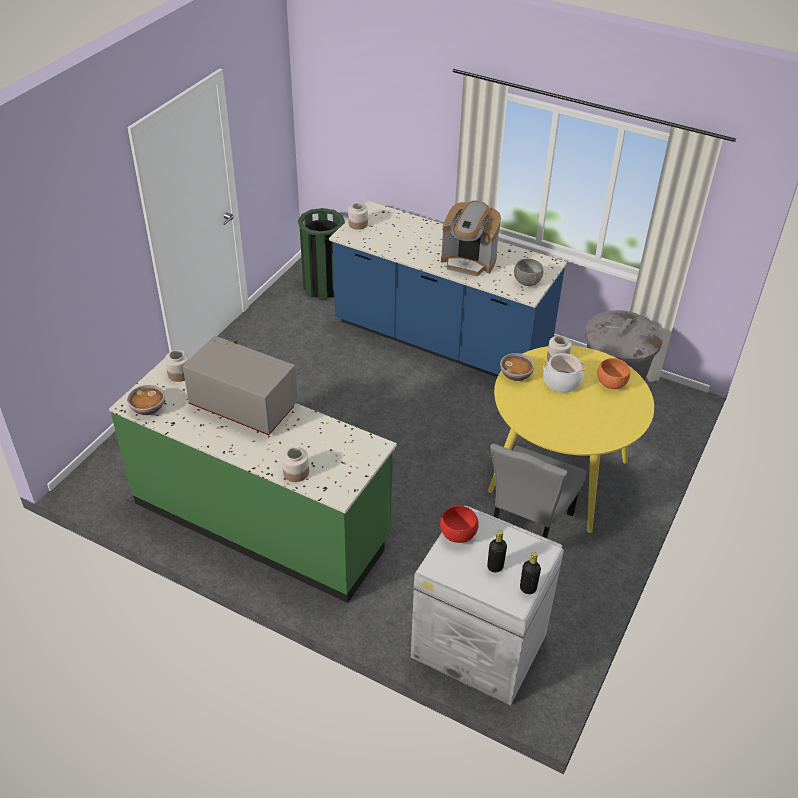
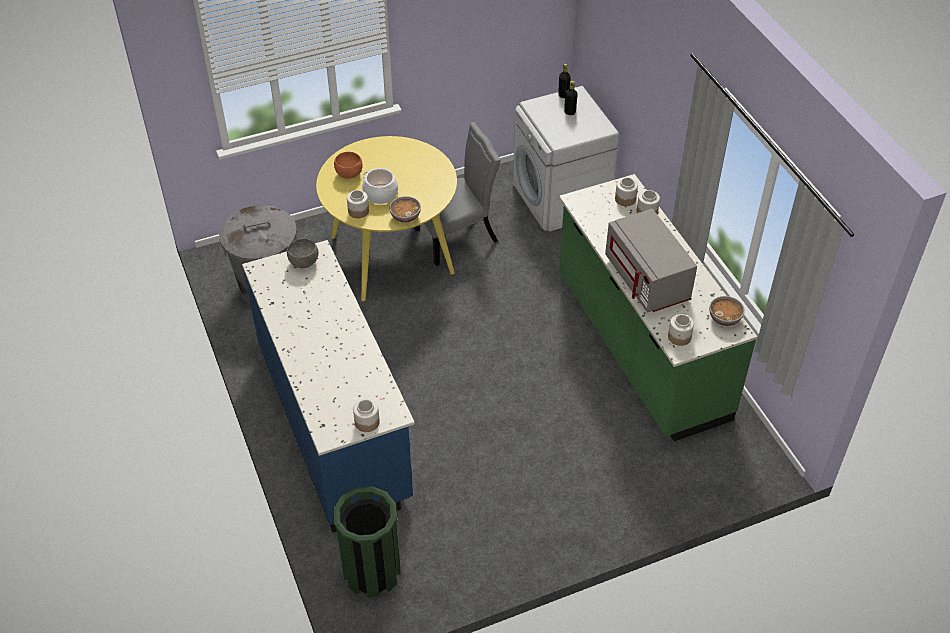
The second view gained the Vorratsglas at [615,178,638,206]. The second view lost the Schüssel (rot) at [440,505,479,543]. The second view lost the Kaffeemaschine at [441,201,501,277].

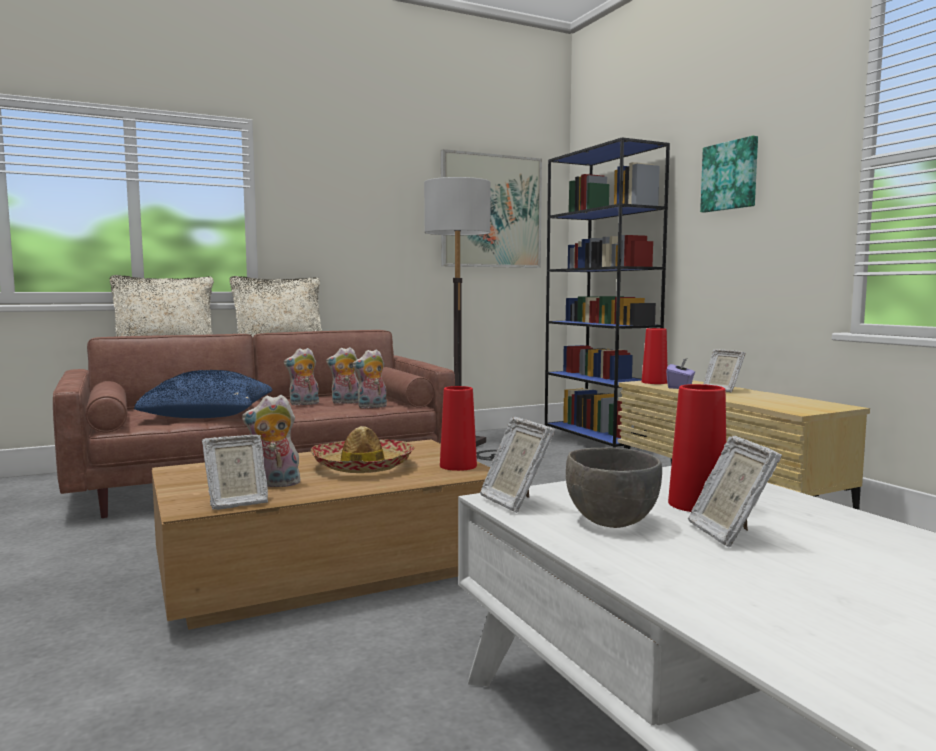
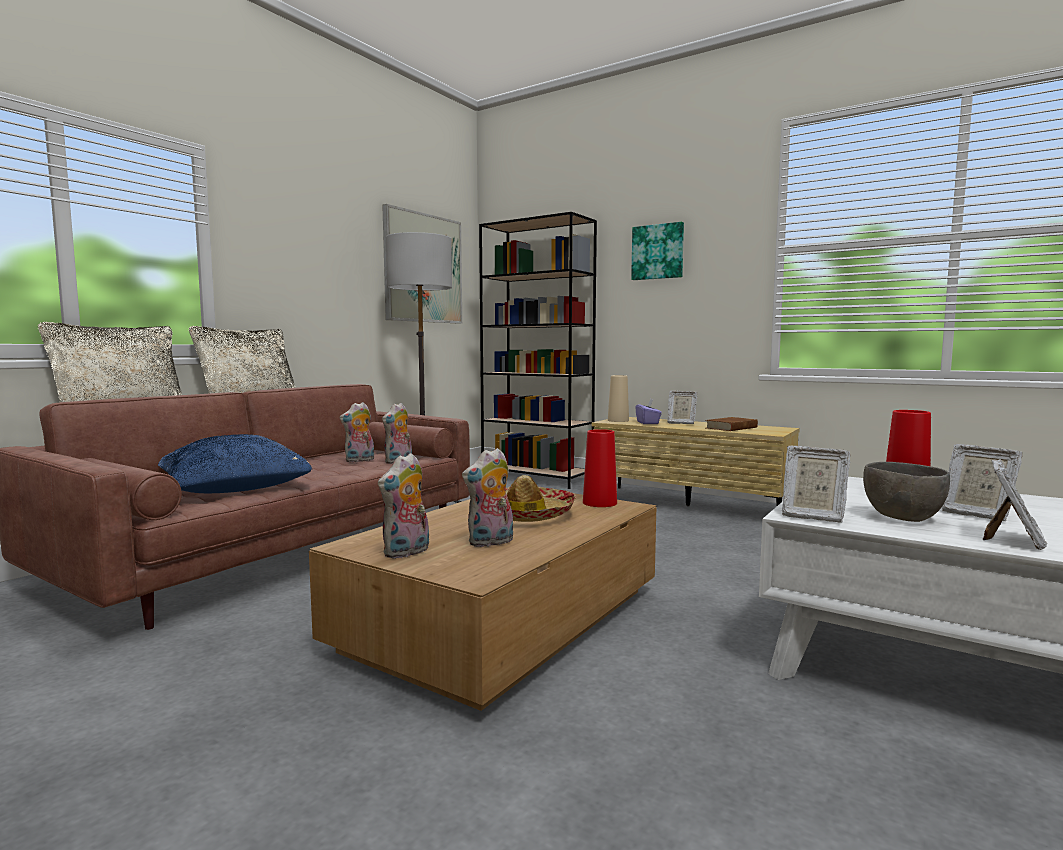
The Plüschtier ended up elsewhere, having gone from [284,348,319,406] to [378,453,429,559]. What was the Bücherregal (blau) at [545,137,670,448] turned into the Bücherregal (beige) at [479,212,597,489]. What was the Vase (rot) at [642,328,668,384] turned into the Vase (beige) at [608,375,629,422]. The second view gained the Buch (braun) at [706,417,758,431]. The Bilderrahmen ended up elsewhere, having gone from [202,434,268,510] to [983,459,1047,550].

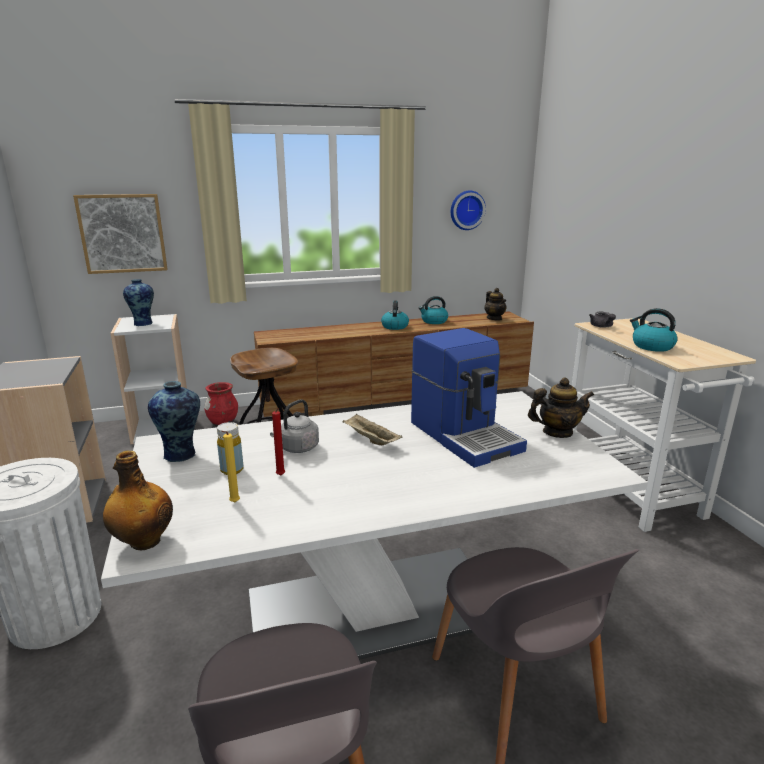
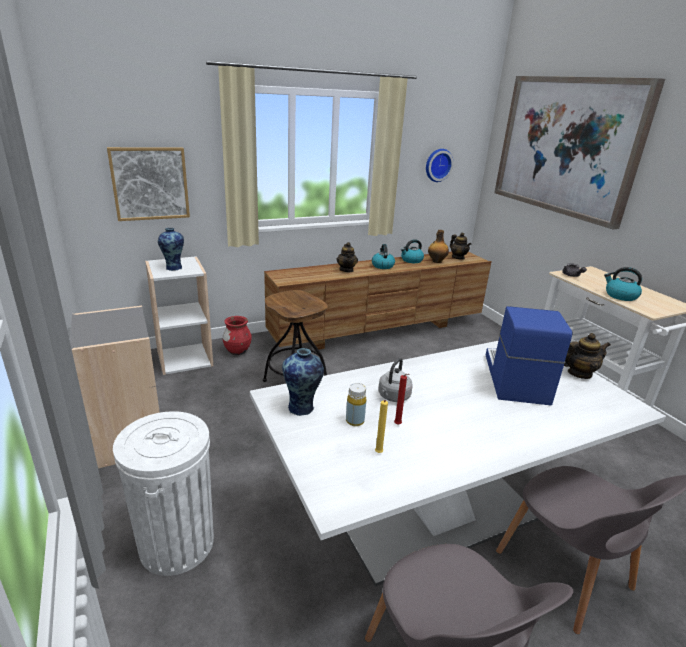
The second view gained the Teekanne at [336,242,358,272]. The Flasche ended up elsewhere, having gone from [103,451,173,550] to [428,230,449,263]. The Kaffeemaschine at [411,328,527,468] ended up facing another way, 135 degrees counterclockwise from before. The second view gained the Bild at [494,76,665,229]. The second view lost the Tablett (beige) at [343,414,402,445].

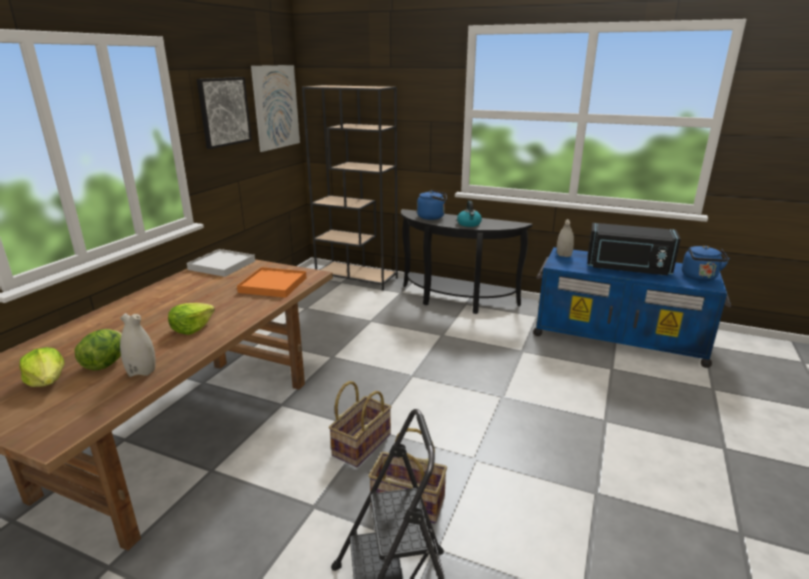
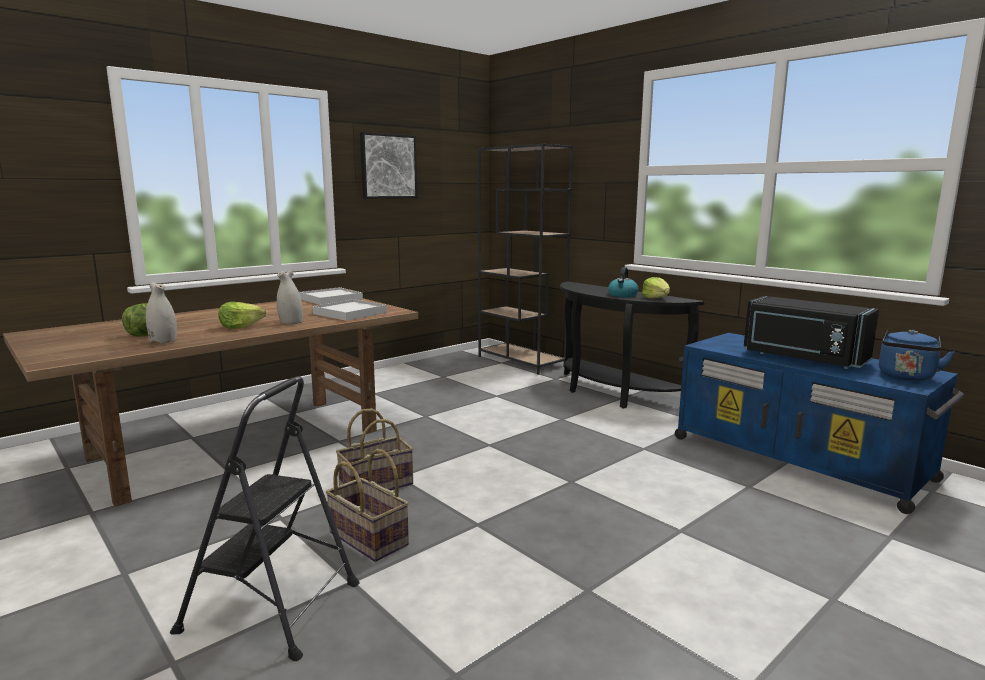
The Vase (weiß) ended up elsewhere, having gone from [557,219,574,257] to [277,270,303,324]. What was the Tablett (orange) at [237,267,307,298] turned into the Tablett (weiß) at [312,299,387,321]. The Salatkopf ended up elsewhere, having gone from [19,347,64,387] to [642,277,670,299]. The second view lost the Bild at [251,65,300,152]. The second view lost the Wasserkessel (blau) at [417,190,447,220].

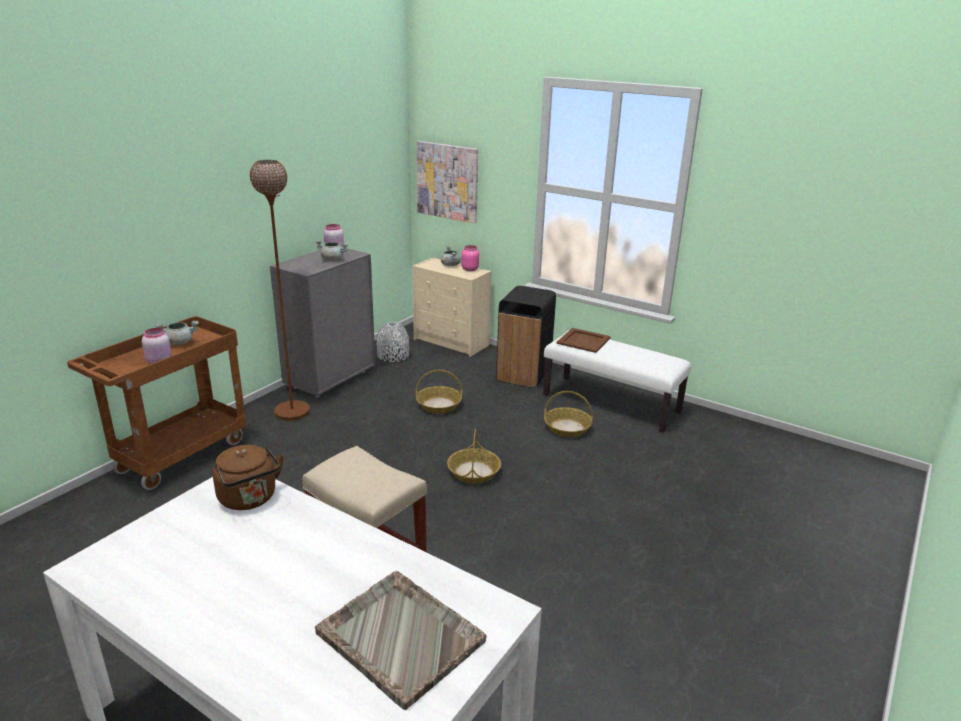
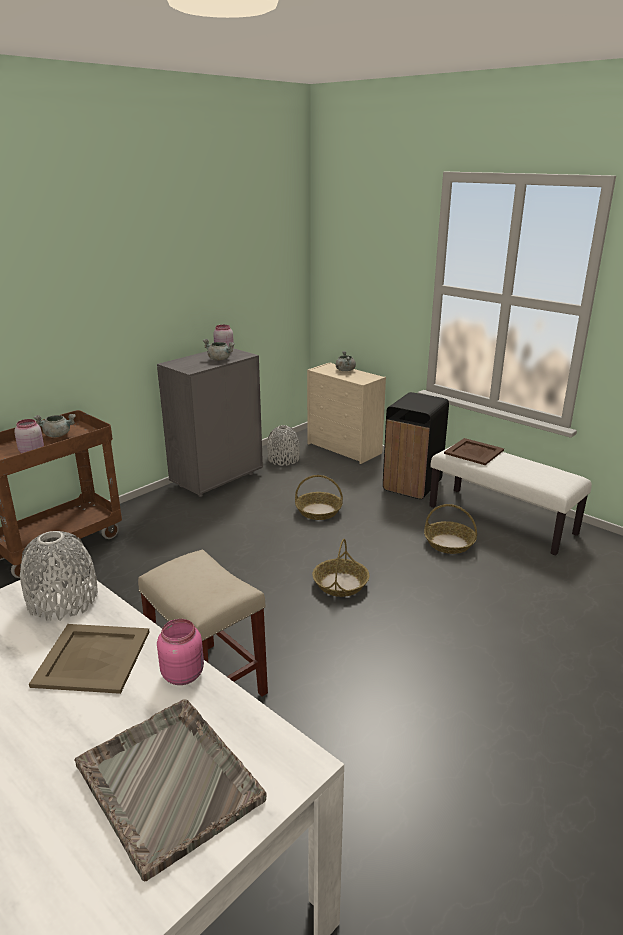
Where the Wasserkessel (braun) stood at [213,445,284,510], the Vase (grau) came to stand at [20,531,98,621]. The second view gained the Tablett (beige) at [29,624,150,694]. The Vorratsglas (rosa) ended up elsewhere, having gone from [462,245,479,271] to [157,619,204,685]. The second view lost the Stehlampe (braun) at [250,160,310,421]. The second view lost the Bild at [417,141,478,224].

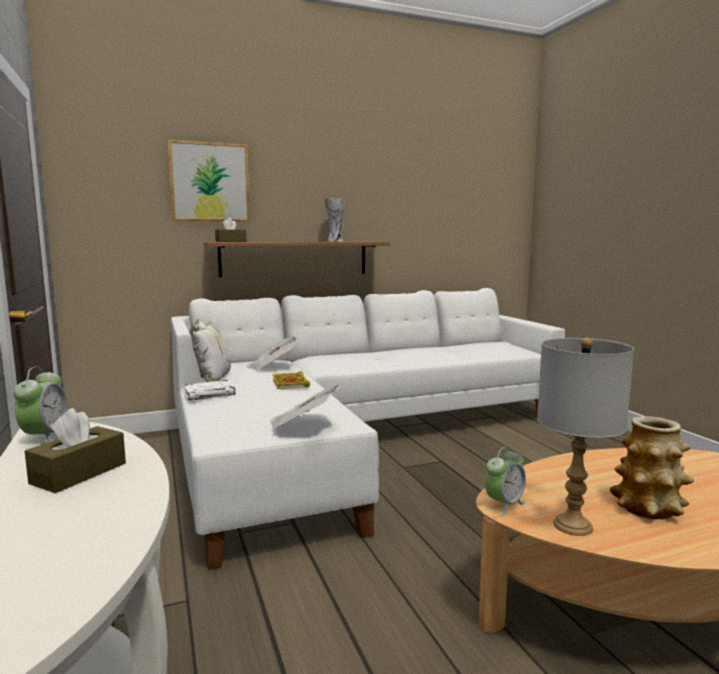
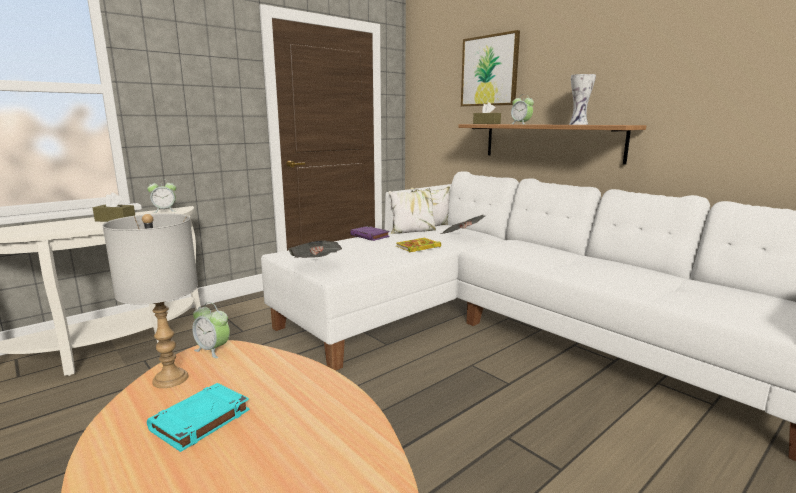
Where the Vase stood at [610,416,694,519], the Buch (türkis) came to stand at [147,383,250,452]. What was the Buch (weiß) at [183,380,235,400] turned into the Buch (lila) at [350,226,390,241]. The second view gained the Wecker at [511,94,534,124].

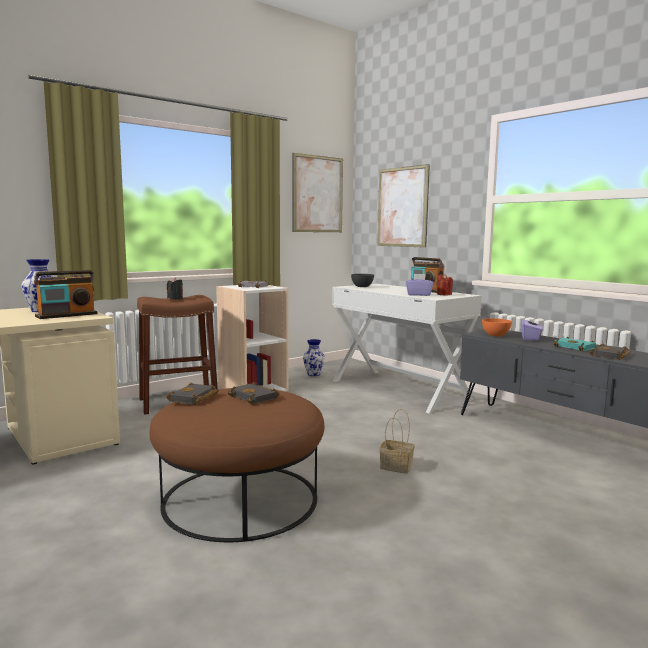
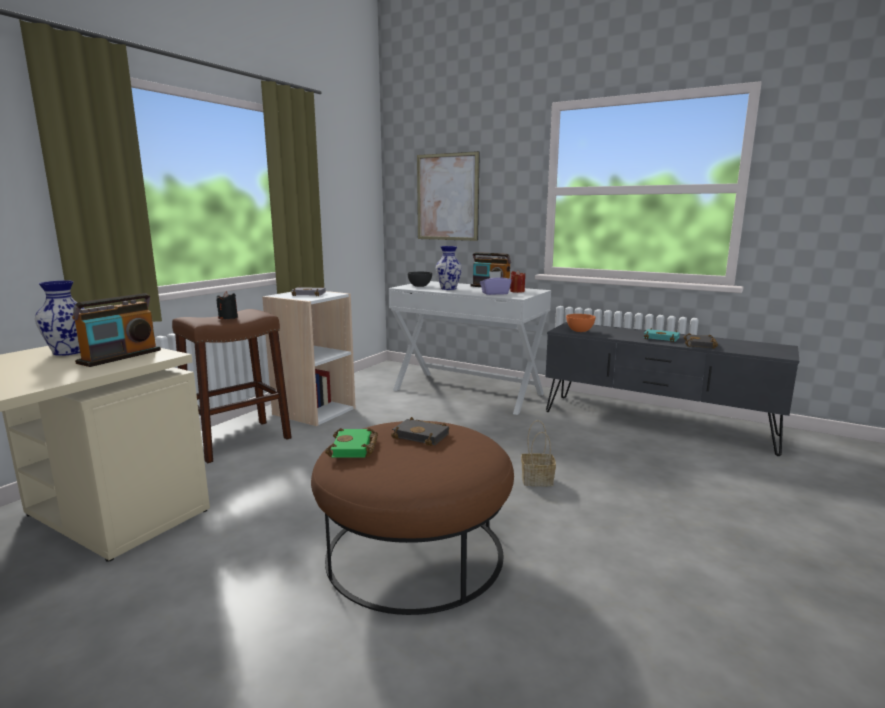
What was the Buch (schwarz) at [166,382,219,405] turned into the Buch (grün) at [325,428,378,458]. The Vase ended up elsewhere, having gone from [303,339,325,376] to [435,246,462,290]. The second view lost the Bild at [293,153,343,232]. The second view lost the Taschentuchbox (lila) at [521,316,543,341].

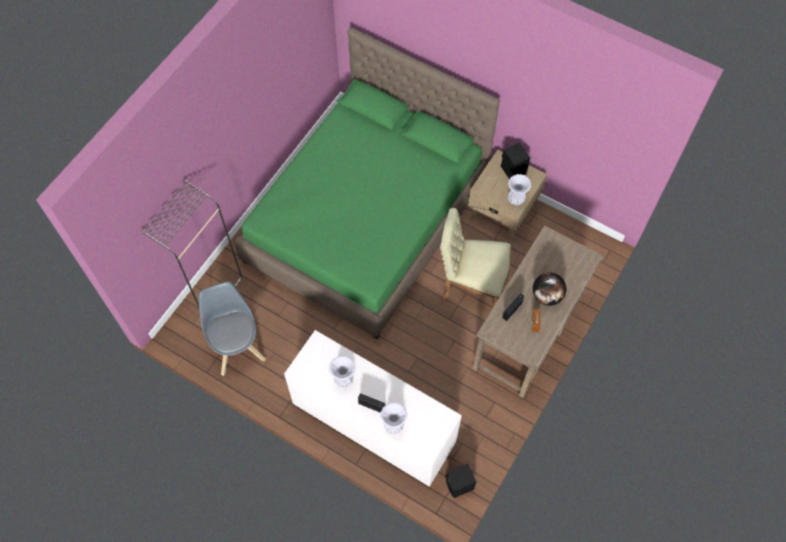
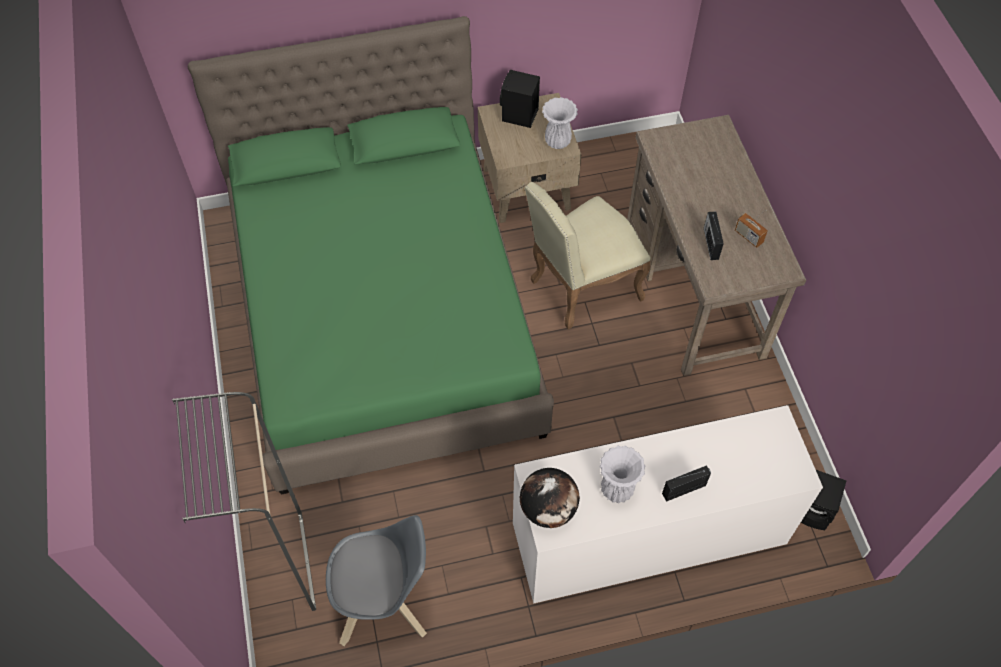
The Stuhl (grau) at [198,281,266,376] ended up facing another way, 150 degrees clockwise from before. The Globus ended up elsewhere, having gone from [533,272,566,306] to [520,468,580,528]. The second view lost the Vase (weiß) at [380,402,408,434].

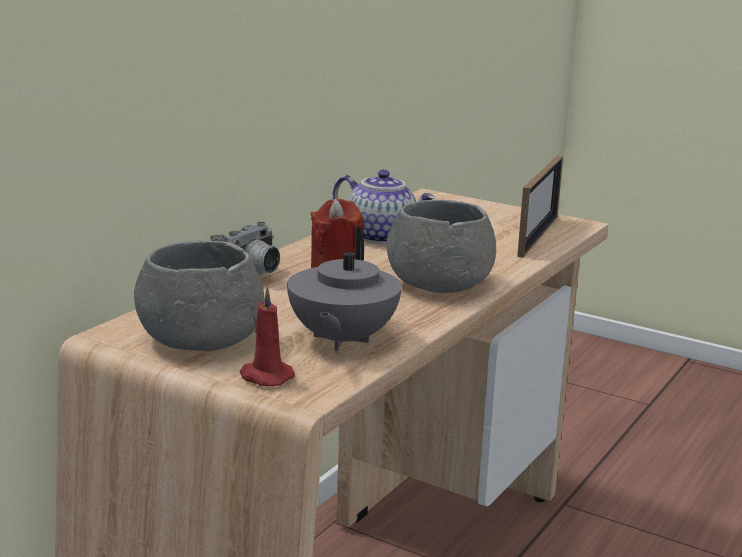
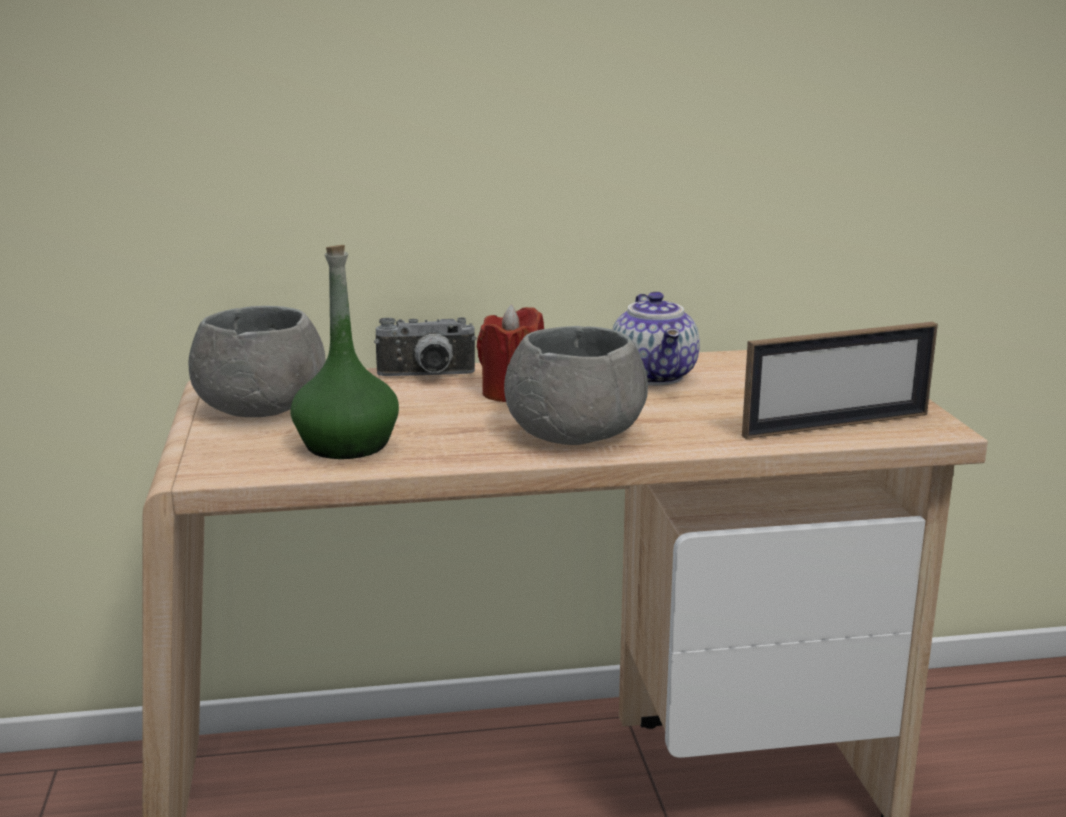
Where the Teekanne (grau) stood at [287,227,402,351], the Flasche (grün) came to stand at [290,245,399,459]. The second view lost the Kerze (rot) at [240,287,295,386].

